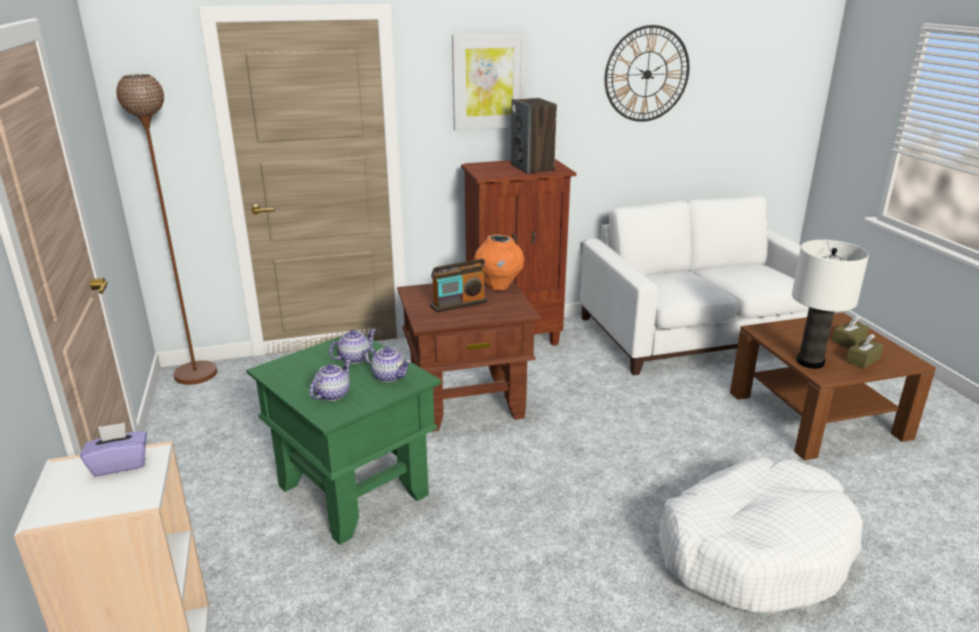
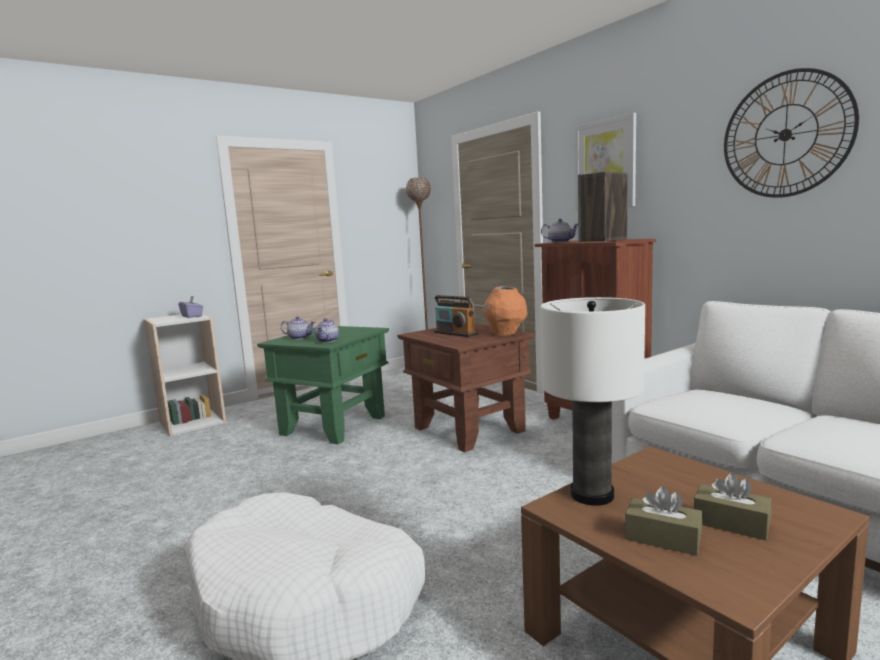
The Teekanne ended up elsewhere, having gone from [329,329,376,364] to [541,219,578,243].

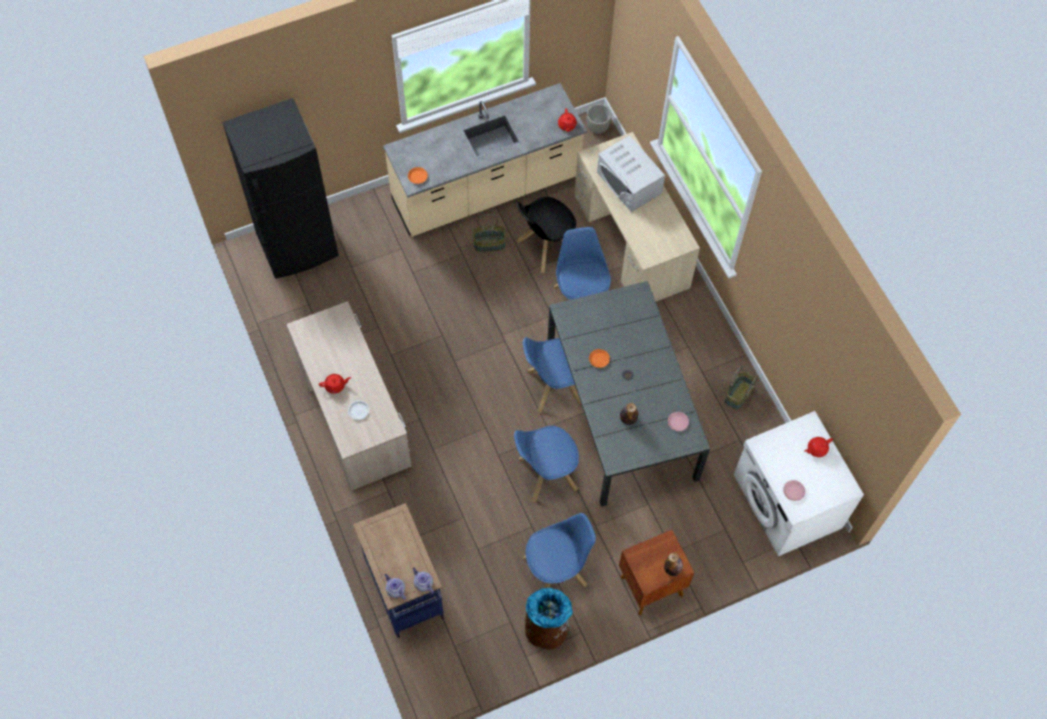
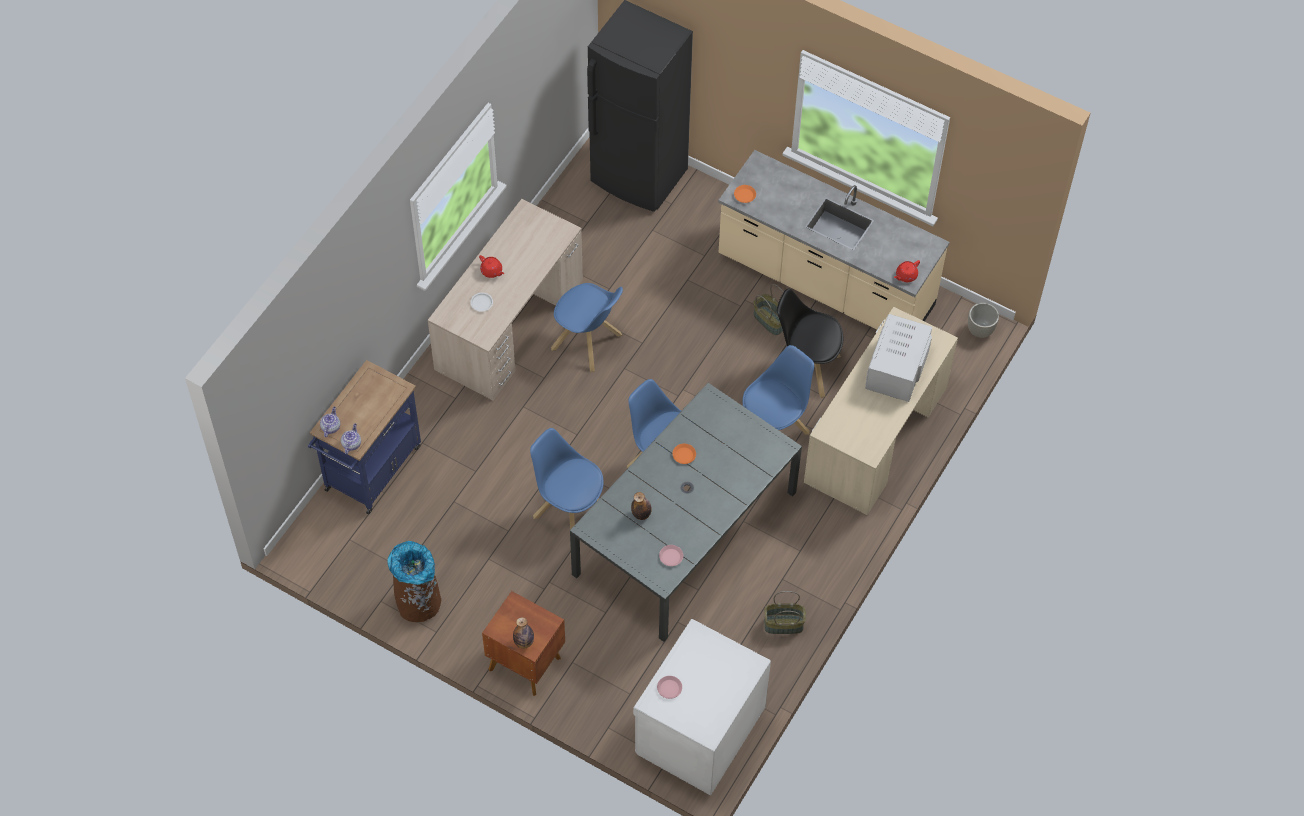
The Stuhl (blau) ended up elsewhere, having gone from [523,513,596,588] to [551,283,623,372]. The second view lost the Teekanne (rot) at [804,437,833,457].

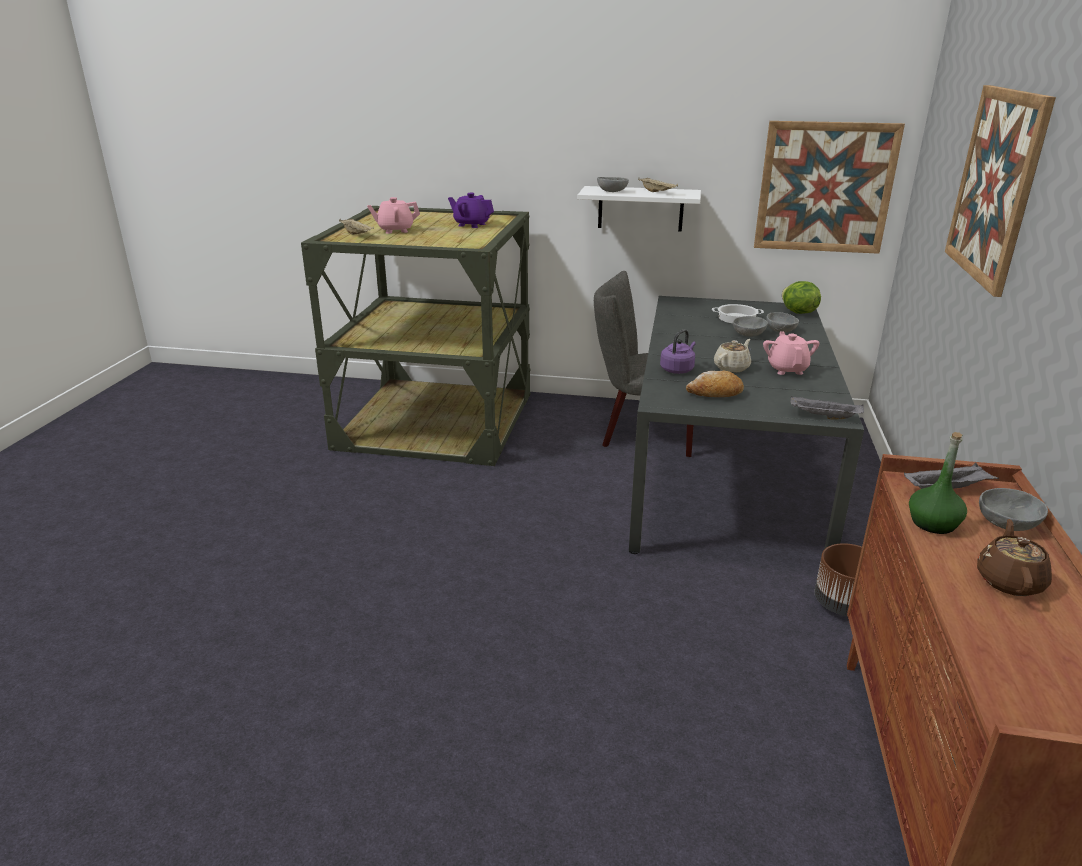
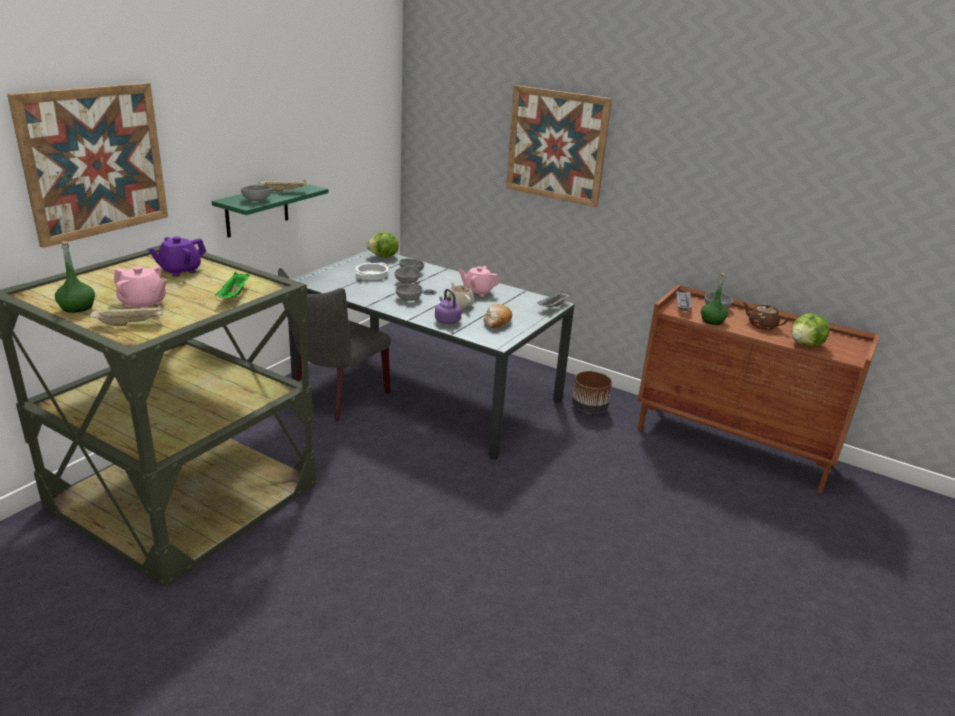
The Bild ended up elsewhere, having gone from [754,121,905,254] to [7,83,168,248]. The second view gained the Flasche (grün) at [55,241,95,313]. The Teekanne (rosa) at [367,197,420,234] ended up facing another way, 75 degrees counterclockwise from before. What was the Wandregal (weiß) at [577,186,701,232] turned into the Wandregal (grün) at [212,184,328,238]. The second view gained the Tablett (grün) at [215,272,250,298]. The second view gained the Schüssel (grau) at [395,283,423,301]. The second view gained the Salatkopf at [791,313,830,346].

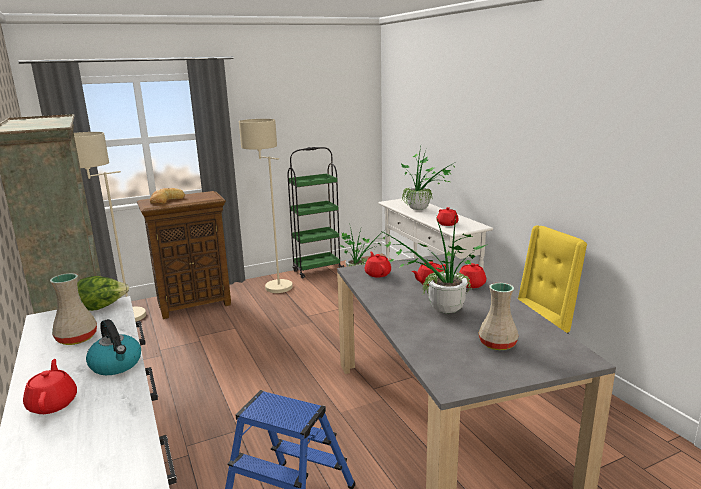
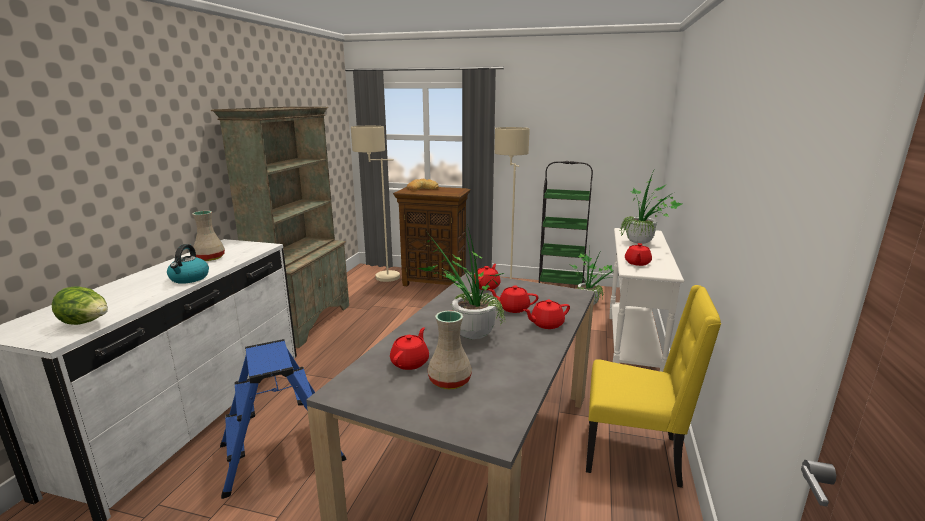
The Salatkopf ended up elsewhere, having gone from [77,276,129,311] to [52,287,108,325]. The Teekanne (rot) ended up elsewhere, having gone from [23,359,77,414] to [390,327,429,370].

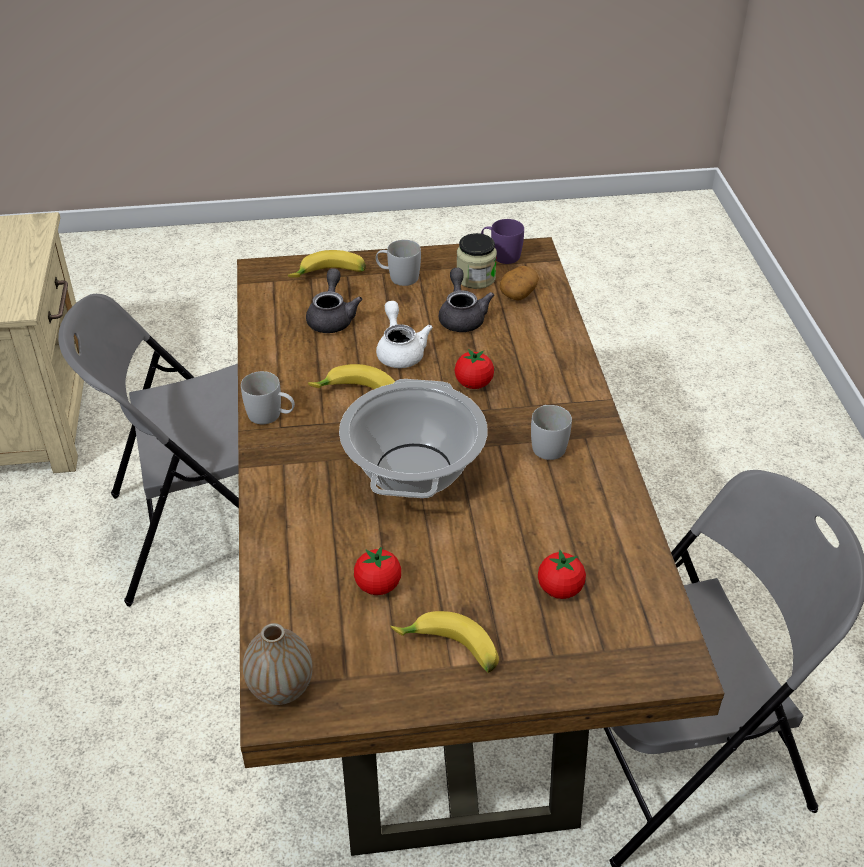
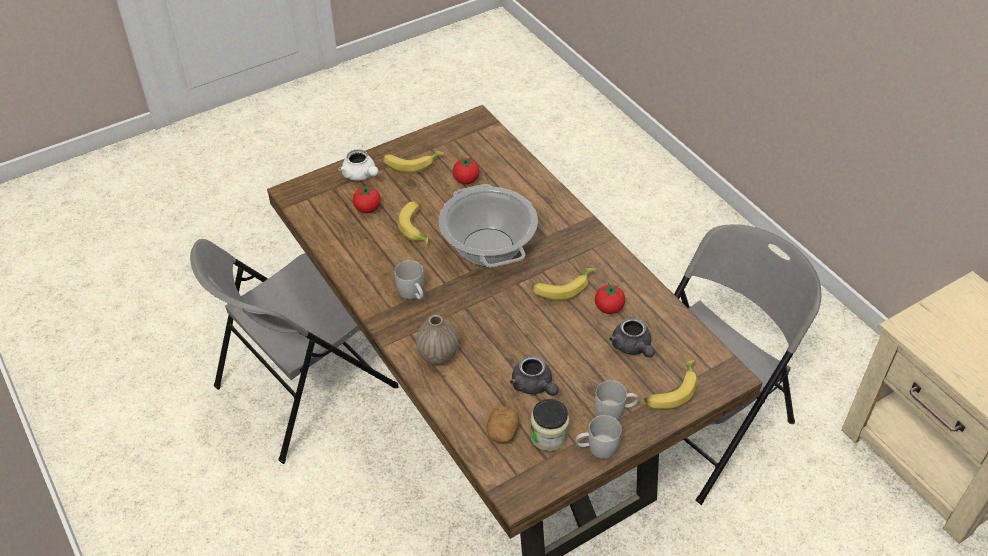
The Teekanne (weiß) ended up elsewhere, having gone from [376,301,433,368] to [339,149,378,181]. The second view gained the Banane at [398,201,428,245]. The Vase ended up elsewhere, having gone from [243,623,313,705] to [416,315,458,365]. The Henkelbecher (weiß) ended up elsewhere, having gone from [241,371,295,424] to [575,415,622,459]. The Tomate ended up elsewhere, having gone from [455,349,494,389] to [595,283,625,314]. The second view lost the Henkelbecher (lila) at [481,219,524,264].

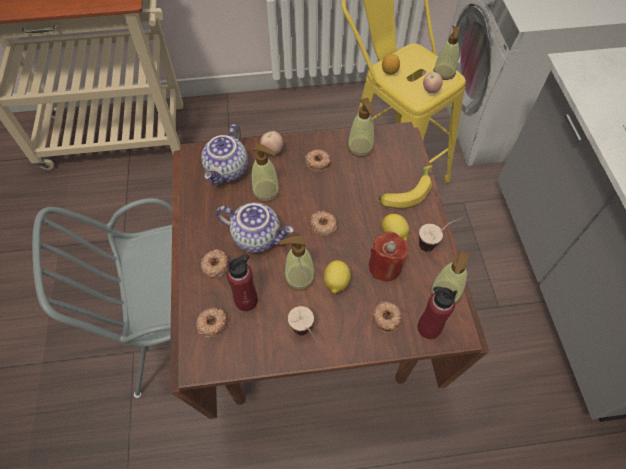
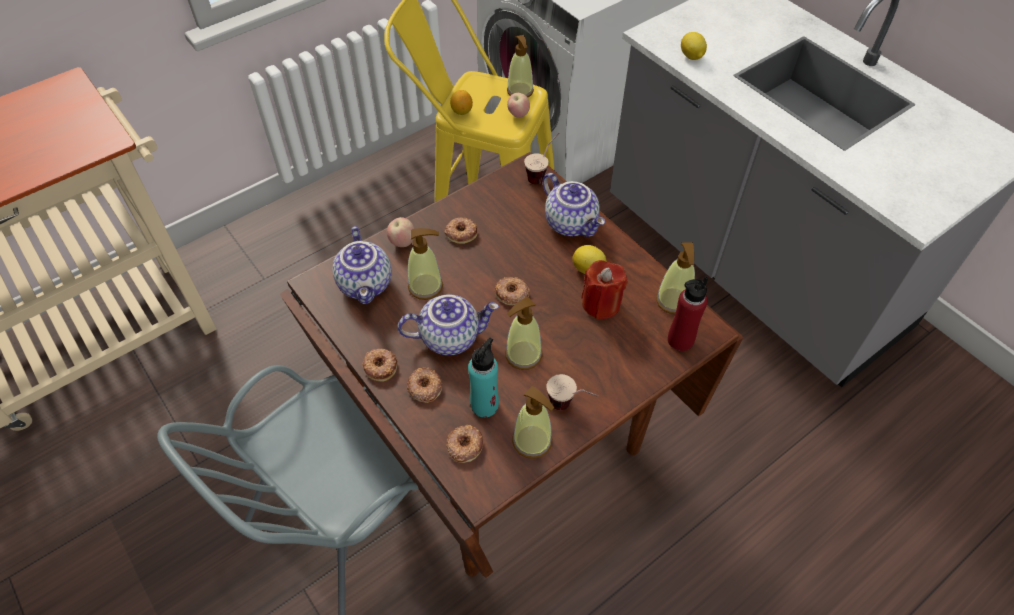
The Donut ended up elsewhere, having gone from [372,301,402,333] to [362,349,398,382]. What was the Flasche (rot) at [227,255,258,311] turned into the Flasche (türkis) at [468,338,499,417]. The Seifenspender ended up elsewhere, having gone from [347,98,374,157] to [512,386,554,459]. The Tasse ended up elsewhere, having gone from [419,217,464,252] to [524,133,559,184]. Where the Banane stood at [379,165,433,209], the Teekanne came to stand at [543,173,605,237]. The Zitrone ended up elsewhere, having gone from [324,260,351,294] to [681,32,707,60].

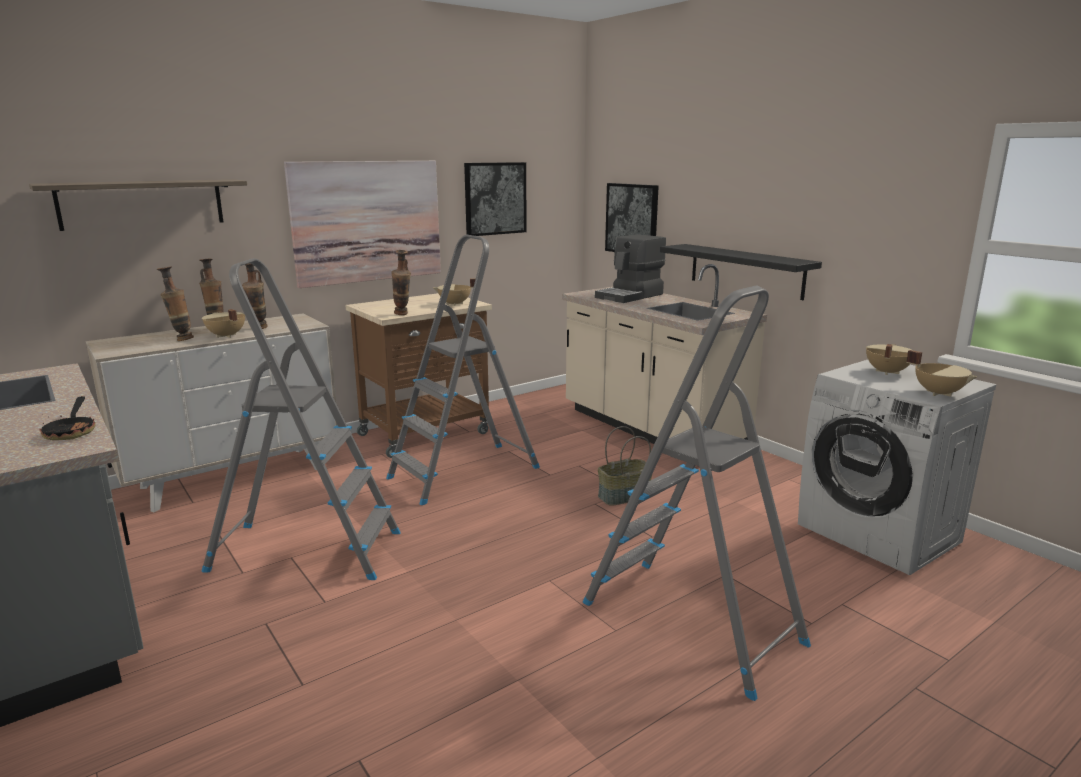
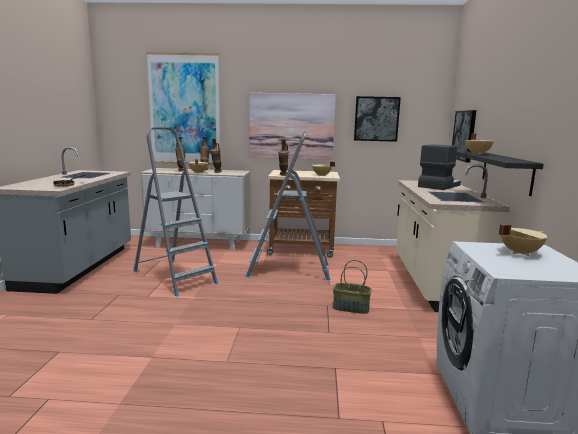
Where the Wandregal hung at [29,179,247,231], the Bild came to hang at [146,52,220,165]. The Kaffeemaschine at [595,234,666,303] ended up facing another way, 135 degrees clockwise from before. The Kochtopf (beige) ended up elsewhere, having gone from [906,350,977,397] to [465,133,494,154]. The second view lost the Trittleiter (grau) at [583,286,811,701].

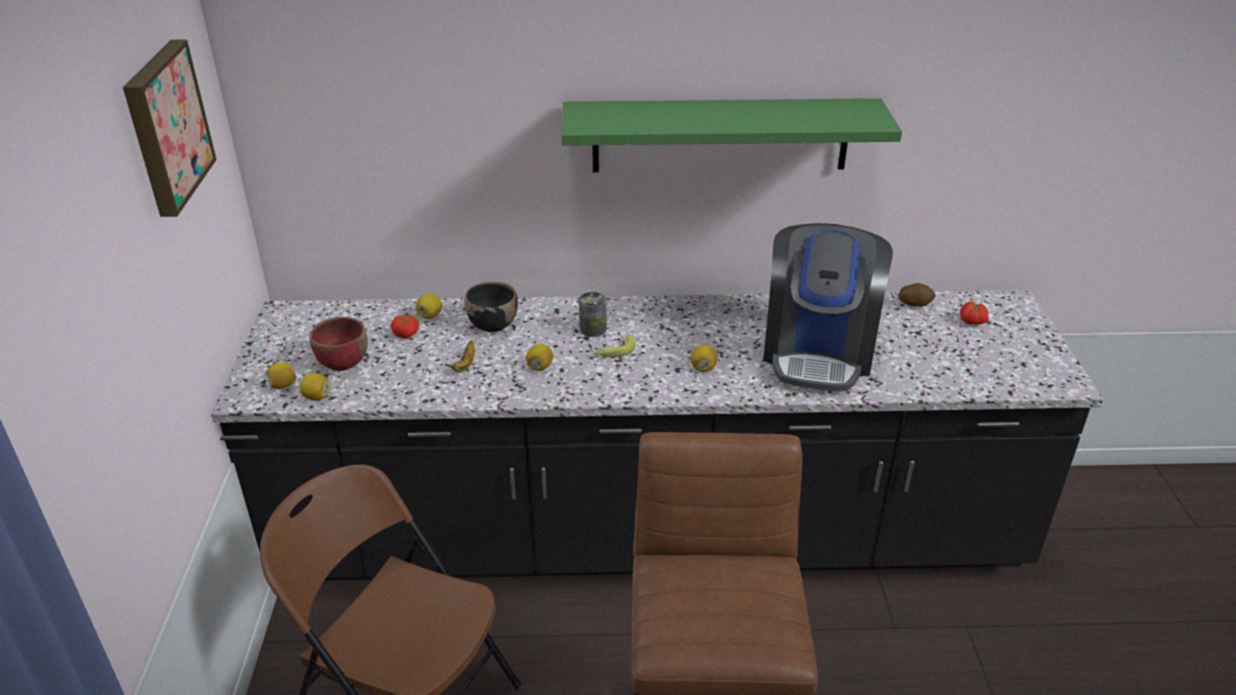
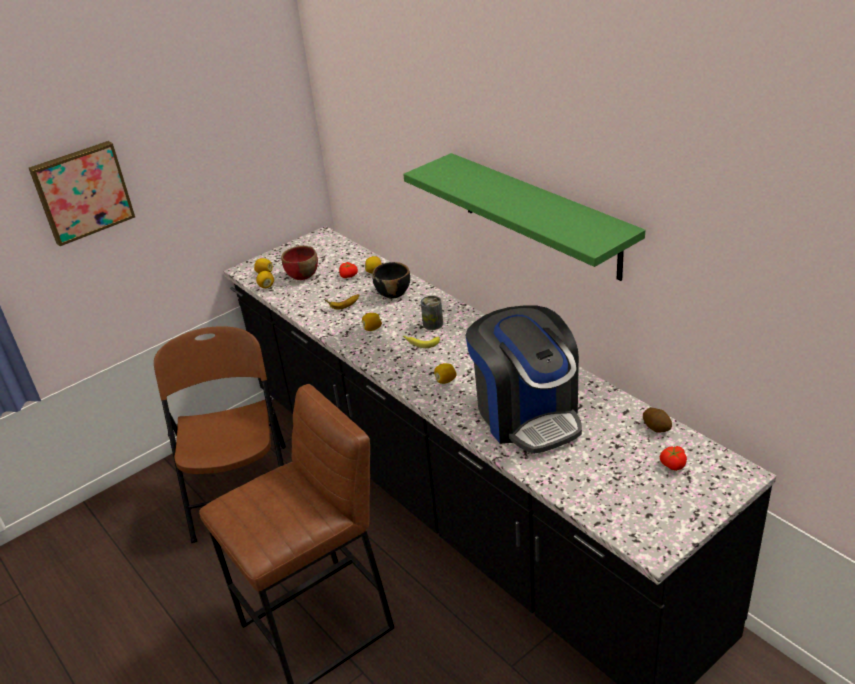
The Bild ended up elsewhere, having gone from [123,40,217,217] to [29,141,135,246]. The Kaffeemaschine at [763,223,893,391] ended up facing another way, 90 degrees counterclockwise from before.

